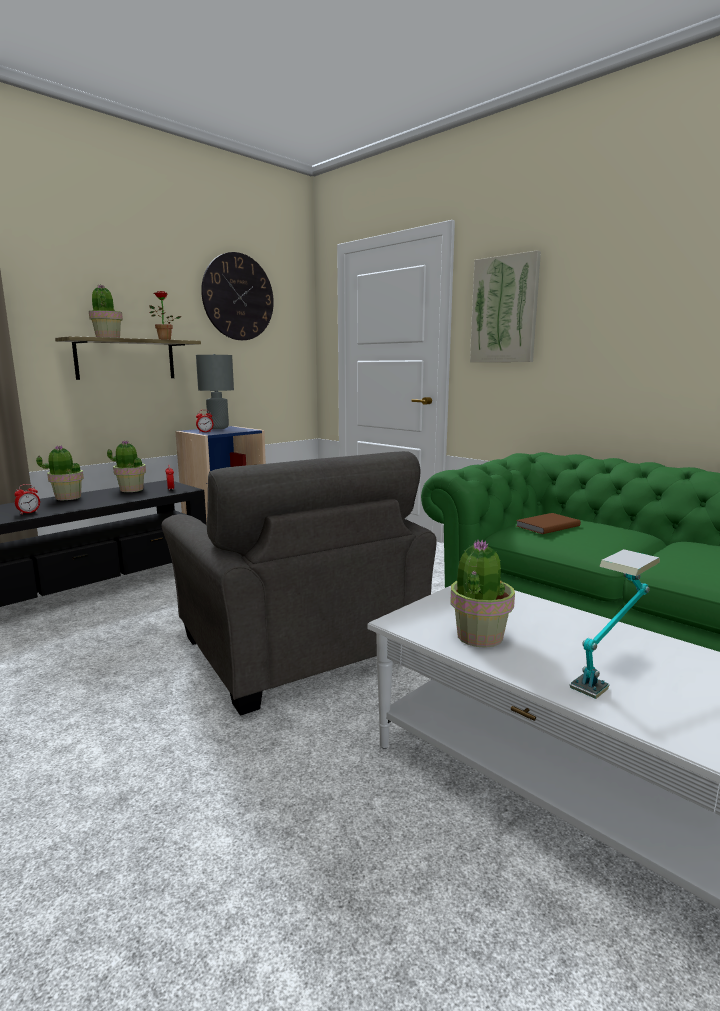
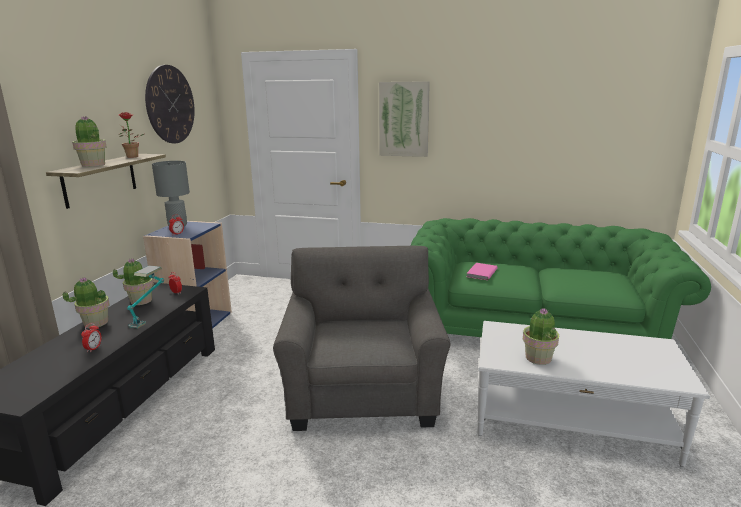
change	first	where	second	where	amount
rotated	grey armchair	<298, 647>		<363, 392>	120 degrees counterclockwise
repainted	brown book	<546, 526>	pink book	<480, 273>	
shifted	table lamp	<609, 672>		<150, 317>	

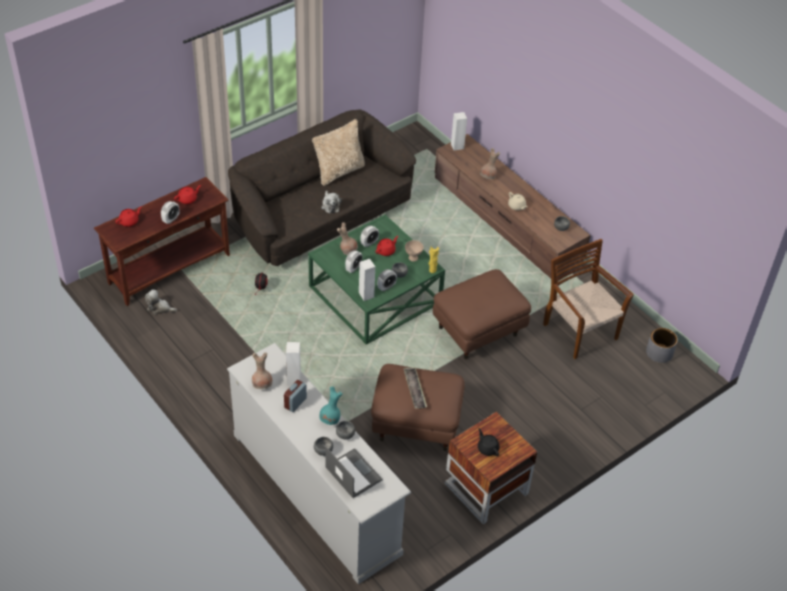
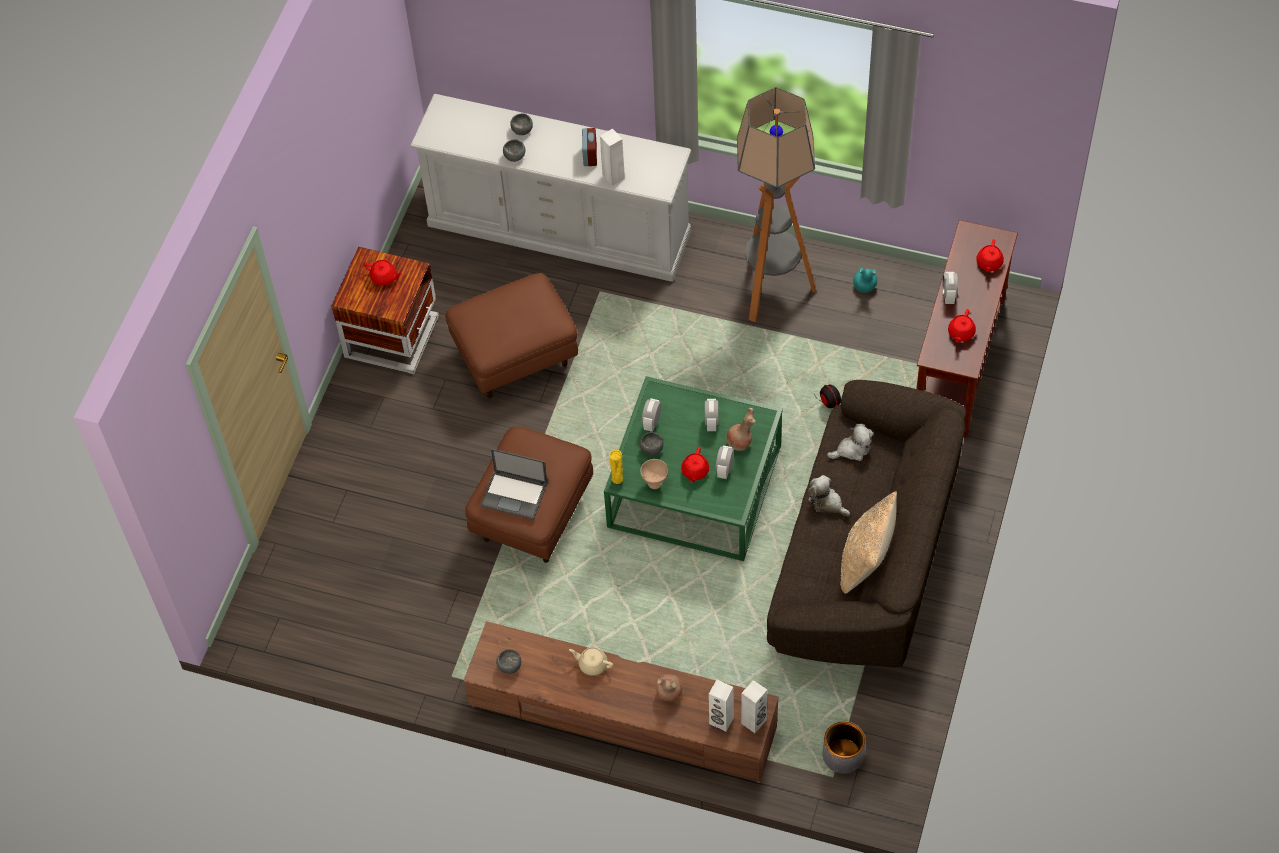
change	first	where	second	where	amount
shifted	plush toy	<159, 308>		<852, 449>	
gone	brown vase	<262, 384>			
shifted	turquoise vase	<330, 419>		<864, 287>	
shifted	laptop	<353, 473>		<515, 494>	
shifted	white speaker	<366, 295>		<721, 721>	
gone	tray	<414, 390>			
repainted	black teapot	<487, 448>	red teapot	<384, 277>	
gone	brown armchair	<580, 331>			
shifted	grey planter	<659, 353>		<842, 755>	
new			floor lamp	<772, 290>	

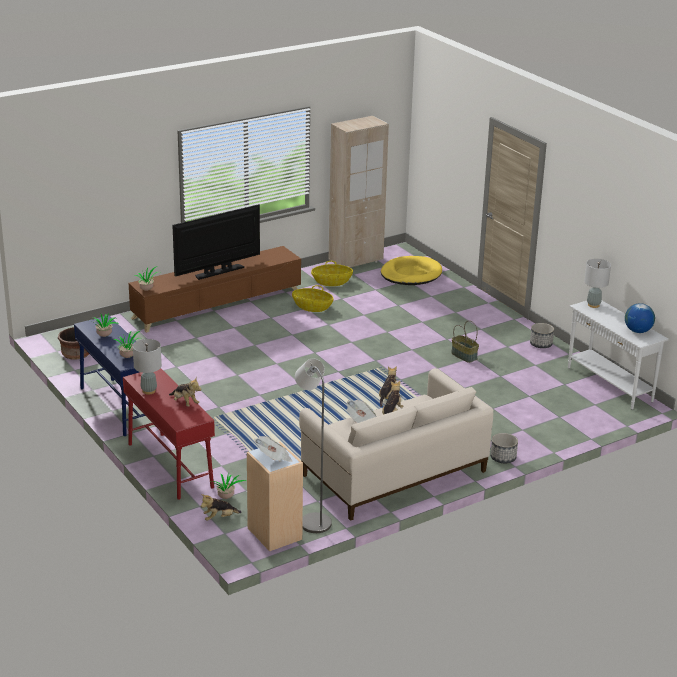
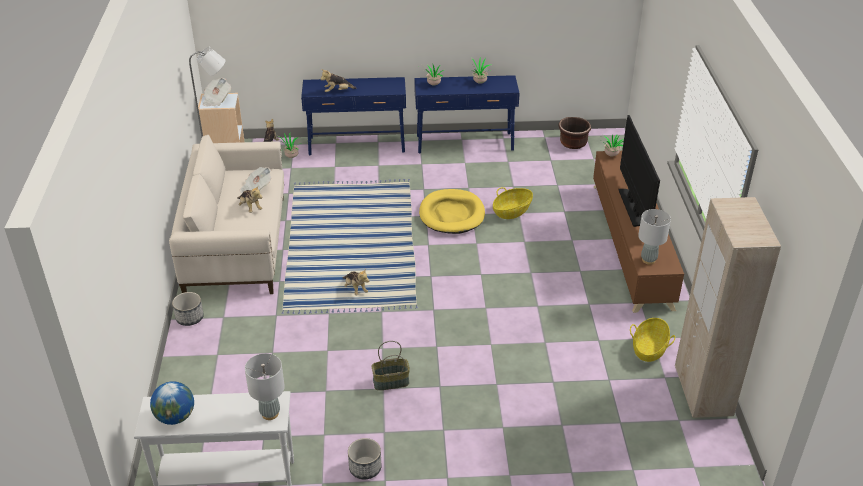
change	first	where	second	where	amount
repainted	red console table	<171, 465>	blue console table	<357, 145>	
shifted	grey table lamp	<149, 391>		<648, 260>	
shifted	basket	<312, 307>		<512, 211>	
shifted	yellow dog bed	<411, 274>		<452, 214>	

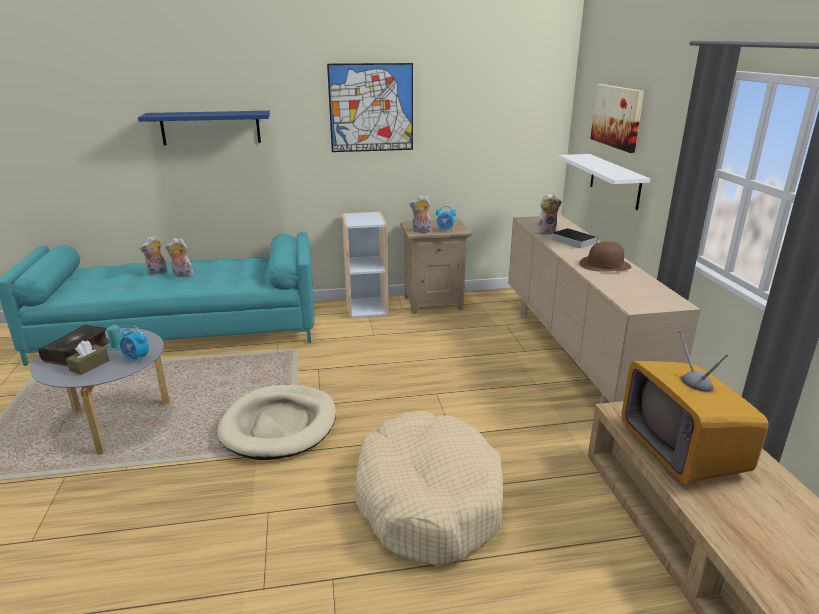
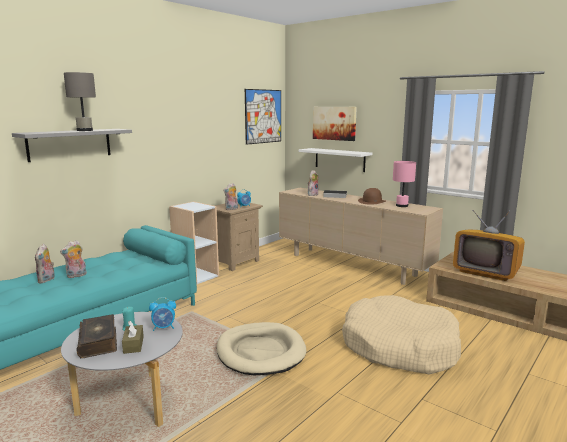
change	first	where	second	where	amount
repainted	blue shelf	<210, 127>	grey shelf	<70, 144>	
shifted	picture	<371, 108>		<263, 116>	
new			grey table lamp	<85, 130>	
new			pink table lamp	<401, 206>	

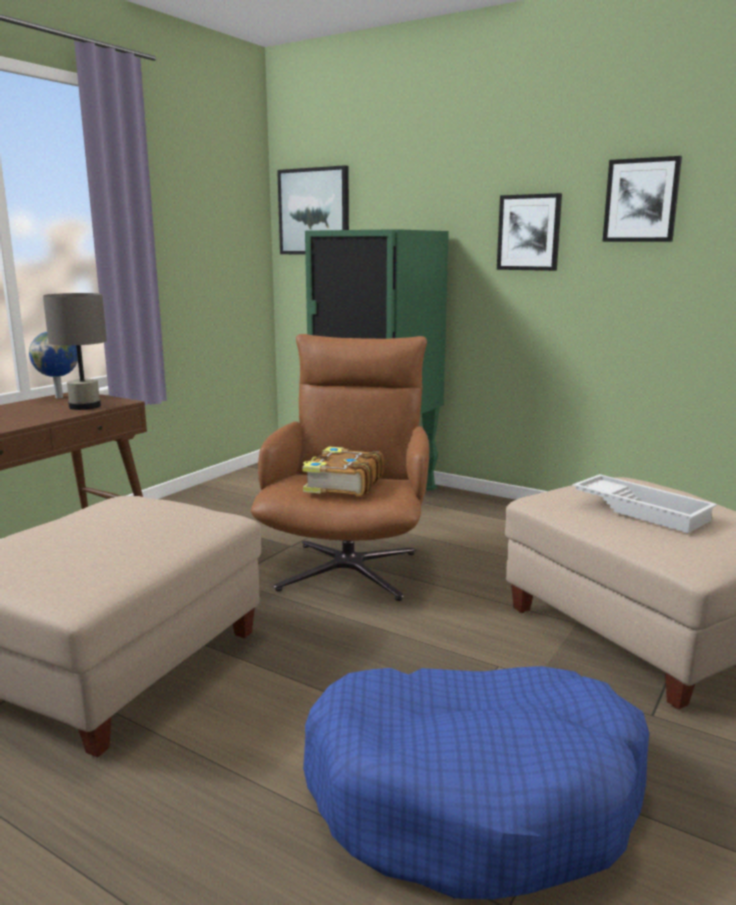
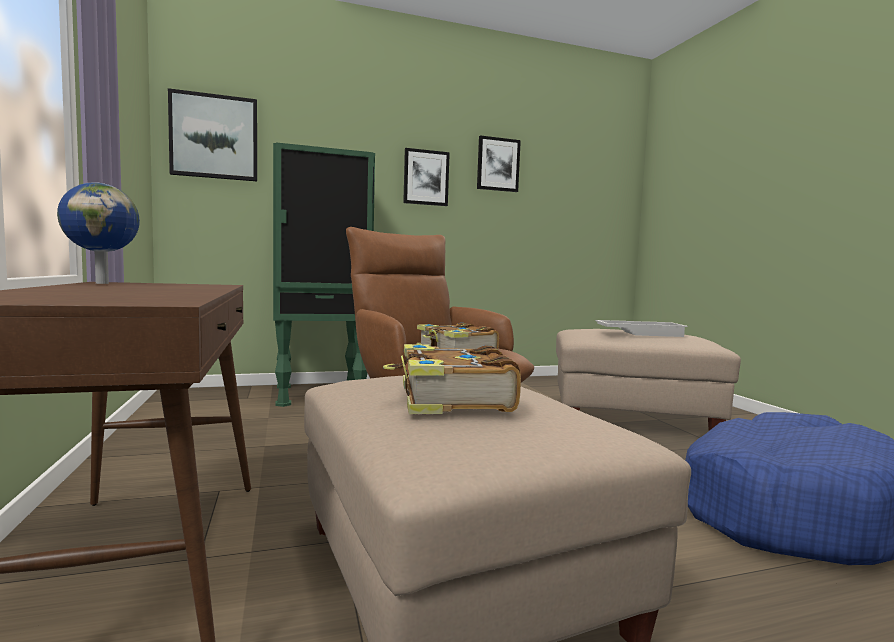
change	first	where	second	where	amount
gone	grey table lamp	<84, 406>			
new			book	<452, 399>	

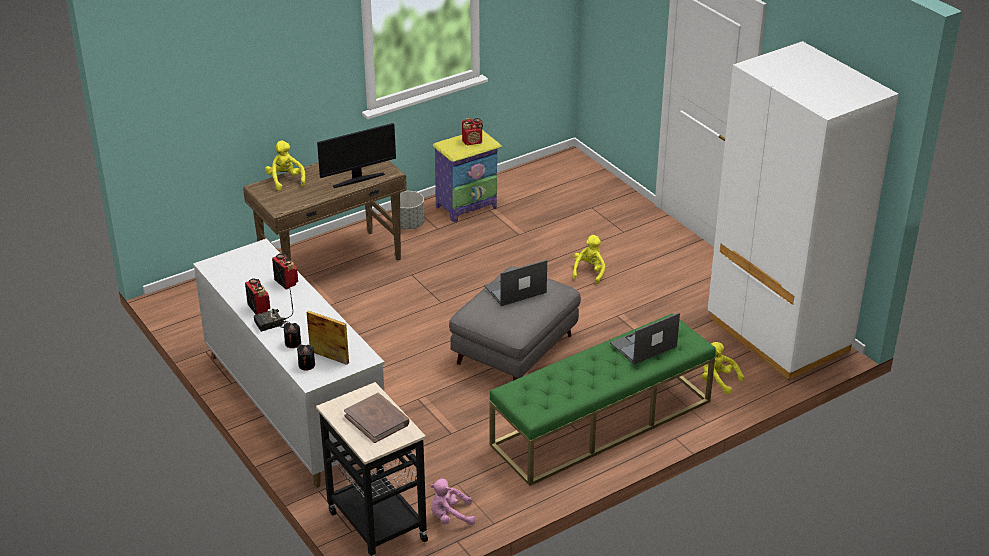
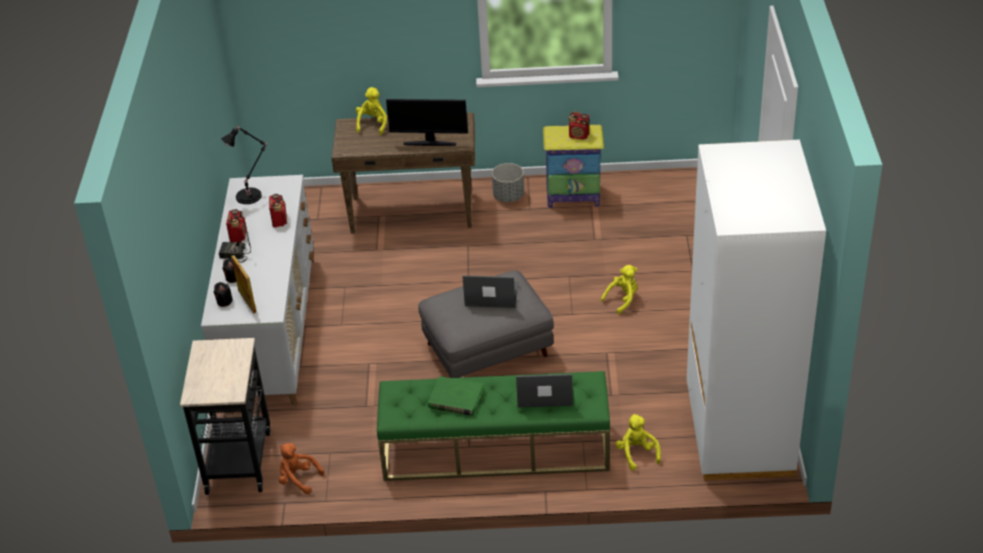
change	first	where	second	where	amount
gone	brown book	<377, 420>			
repainted	pink plush toy	<450, 517>	orange plush toy	<298, 479>	
new			black table lamp	<251, 195>	
new			green book	<456, 399>	

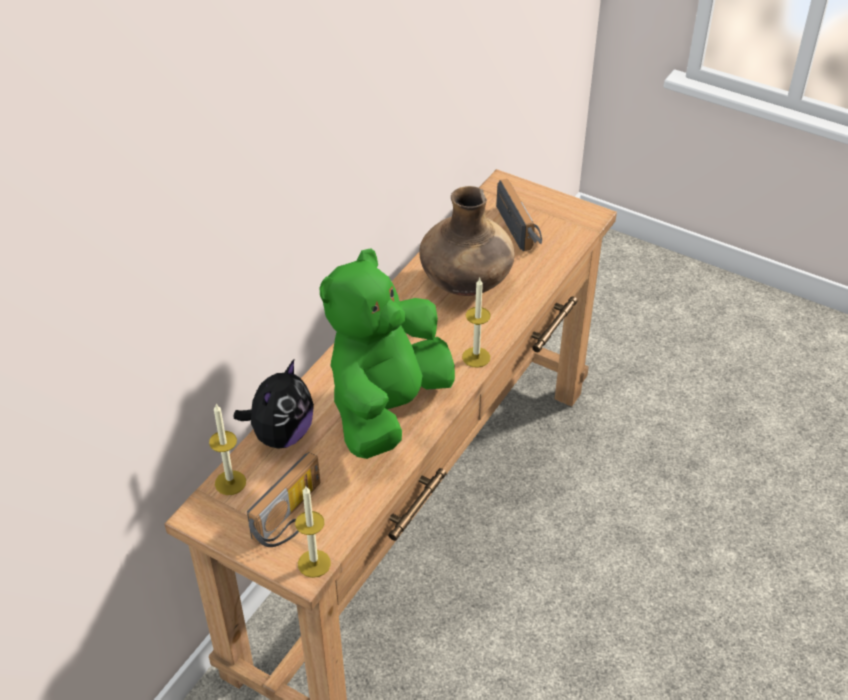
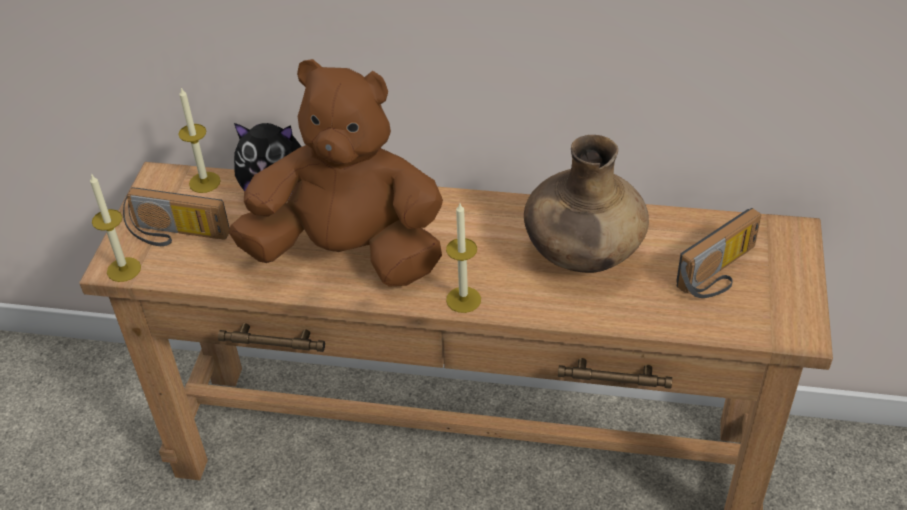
change	first	where	second	where	amount
repainted	green plush toy	<387, 407>	brown plush toy	<349, 253>	

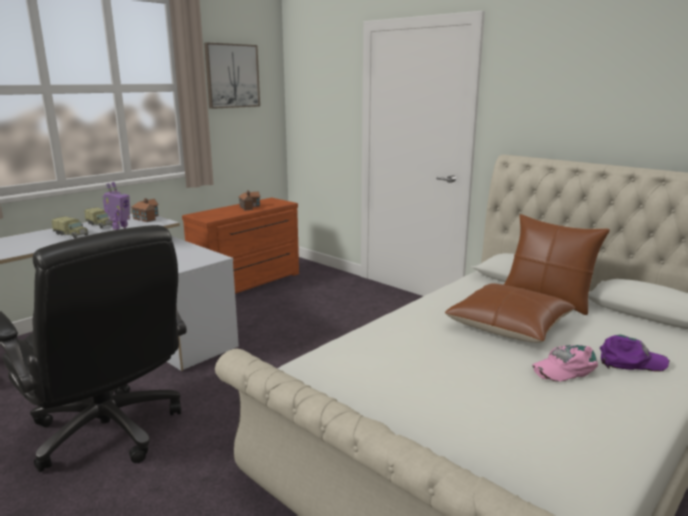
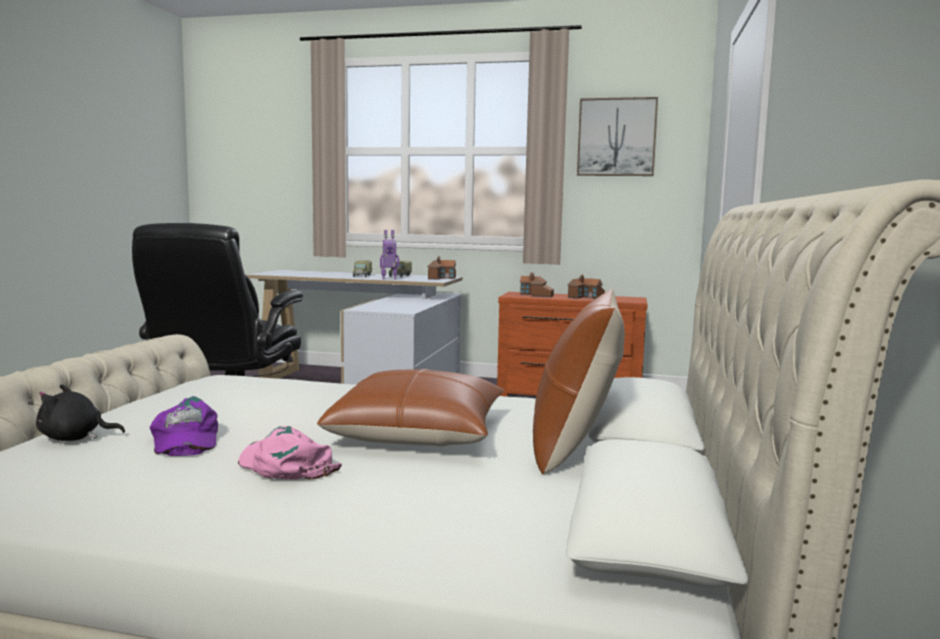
change	first	where	second	where	amount
shifted	purple cap	<631, 361>		<184, 439>	
new			black plush toy	<75, 438>	
new			toy house	<536, 295>	

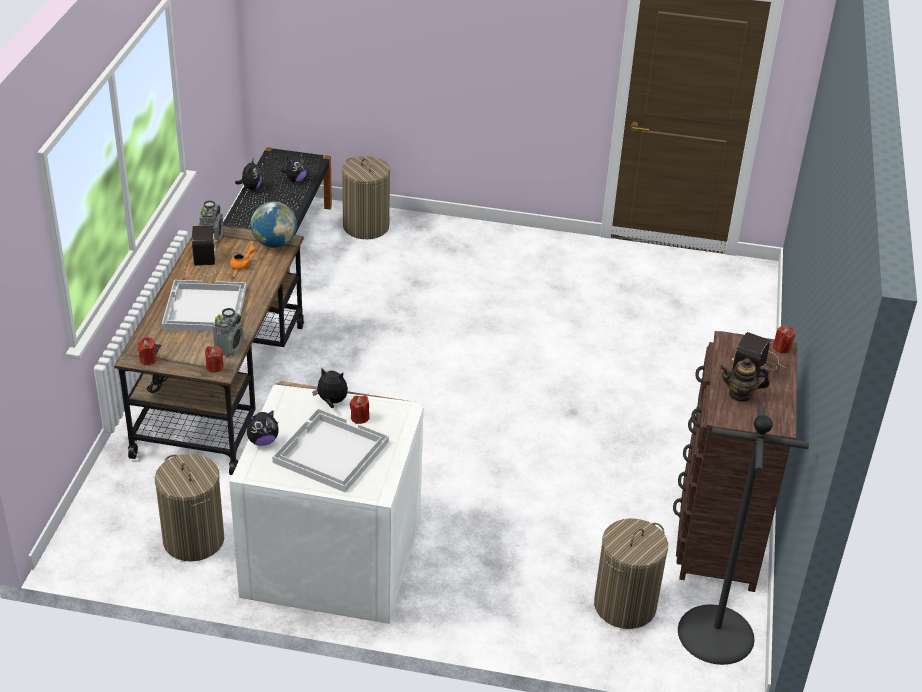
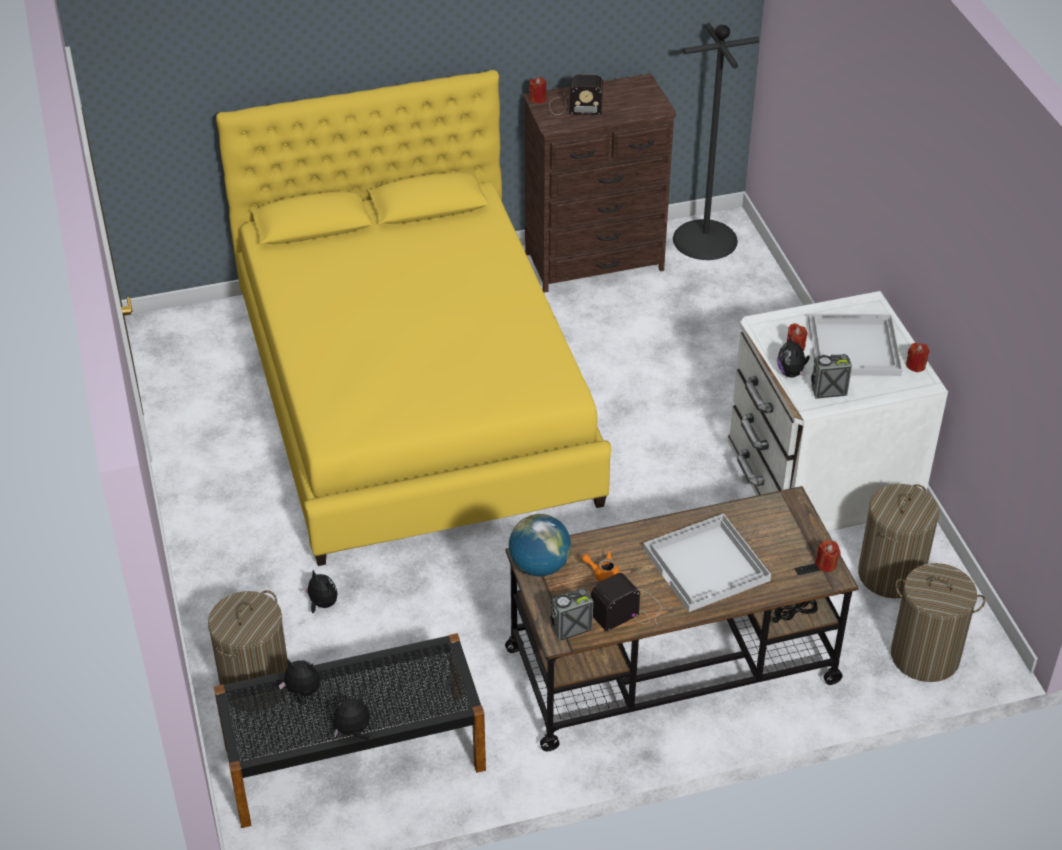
change	first	where	second	where	amount
shifted	red candle	<214, 367>		<916, 366>	
shifted	radio	<229, 347>		<827, 390>	
shifted	plush toy	<262, 441>		<322, 604>	
shifted	laundry basket	<624, 605>		<925, 656>	
gone	teapot	<740, 395>			
new			yellow bed	<414, 397>	

